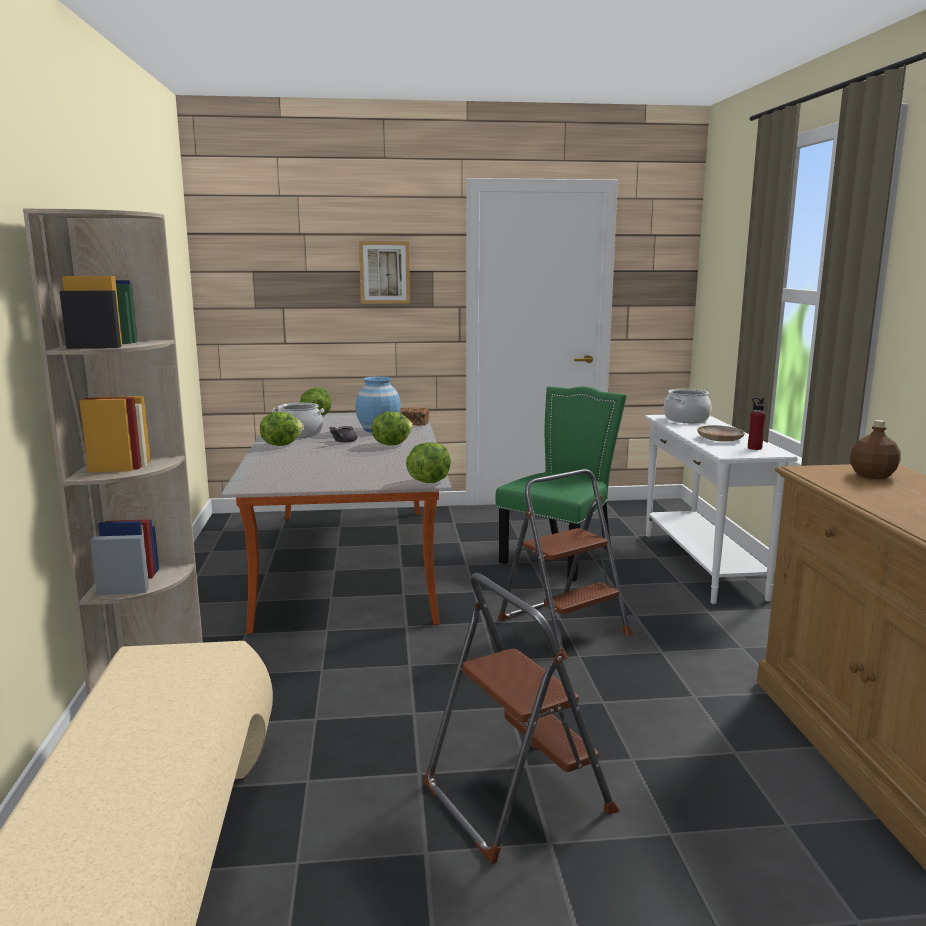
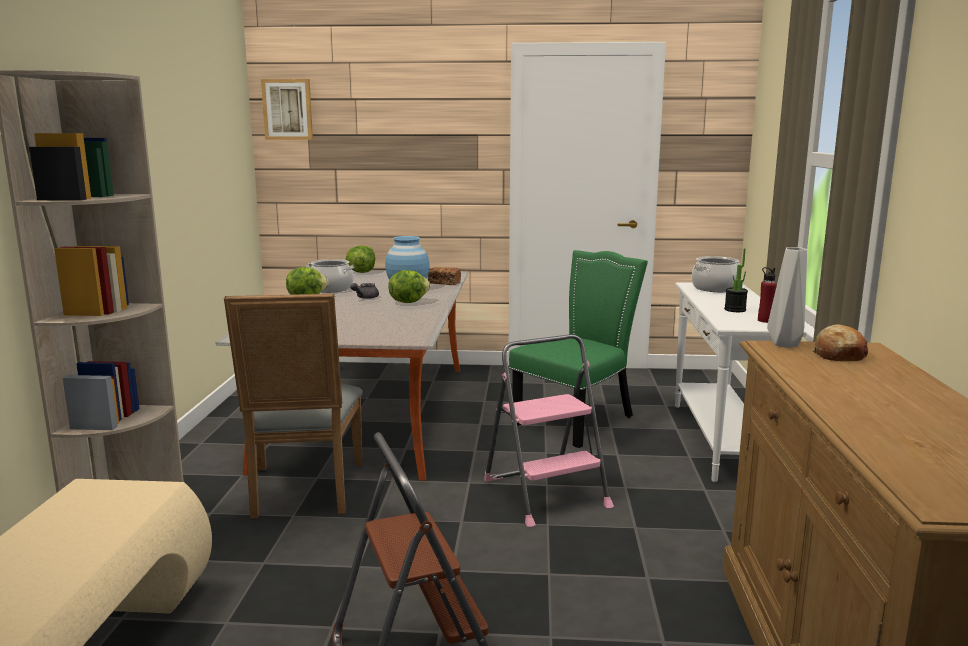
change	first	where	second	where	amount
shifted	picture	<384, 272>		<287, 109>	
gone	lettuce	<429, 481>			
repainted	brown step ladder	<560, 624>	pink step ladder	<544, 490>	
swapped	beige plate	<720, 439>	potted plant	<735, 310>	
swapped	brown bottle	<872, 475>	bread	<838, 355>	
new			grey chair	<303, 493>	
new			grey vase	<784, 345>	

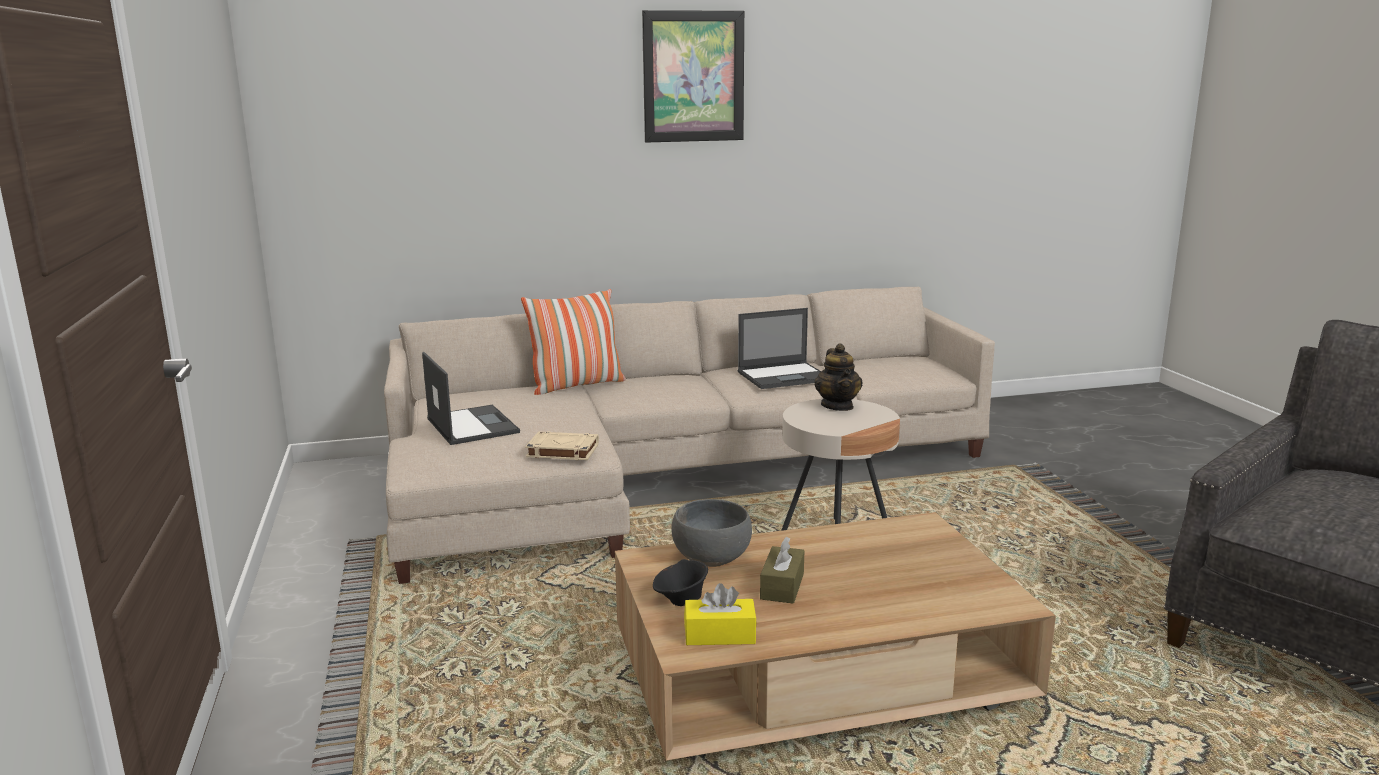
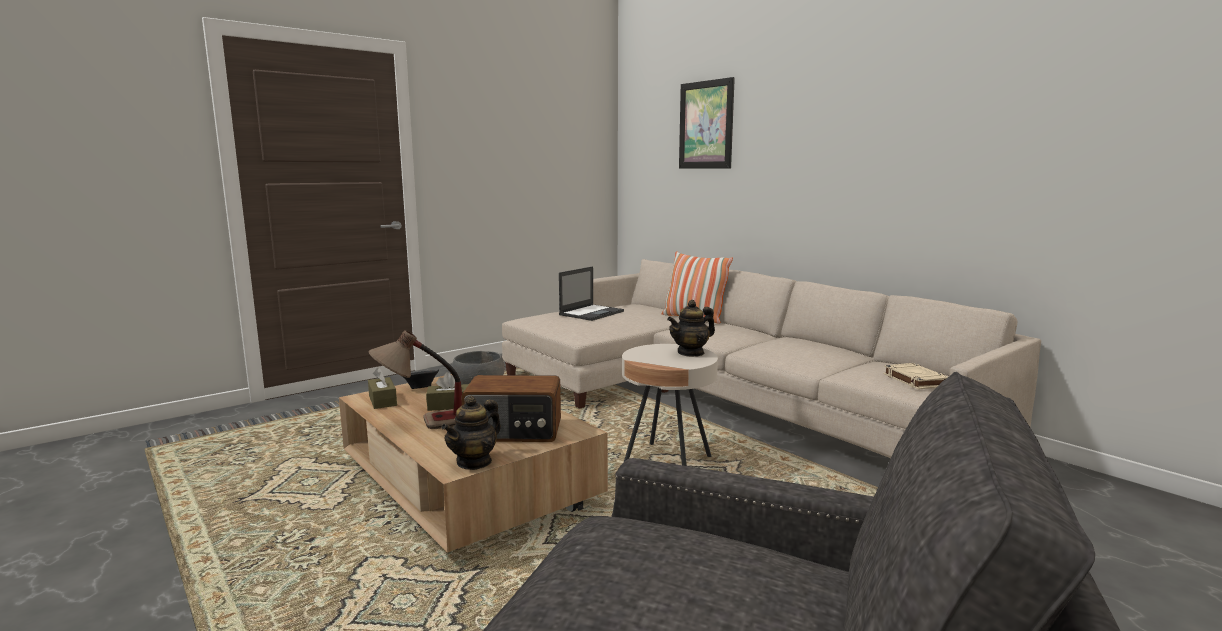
change	first	where	second	where	amount
shifted	beige book	<562, 451>		<914, 380>	
shifted	picture	<693, 77>		<706, 125>	
repainted	yellow tissue box	<720, 635>	brown tissue box	<382, 401>	
gone	laptop	<784, 376>			
new			table lamp	<421, 424>	
new			teapot	<474, 462>	
new			radio	<514, 431>	

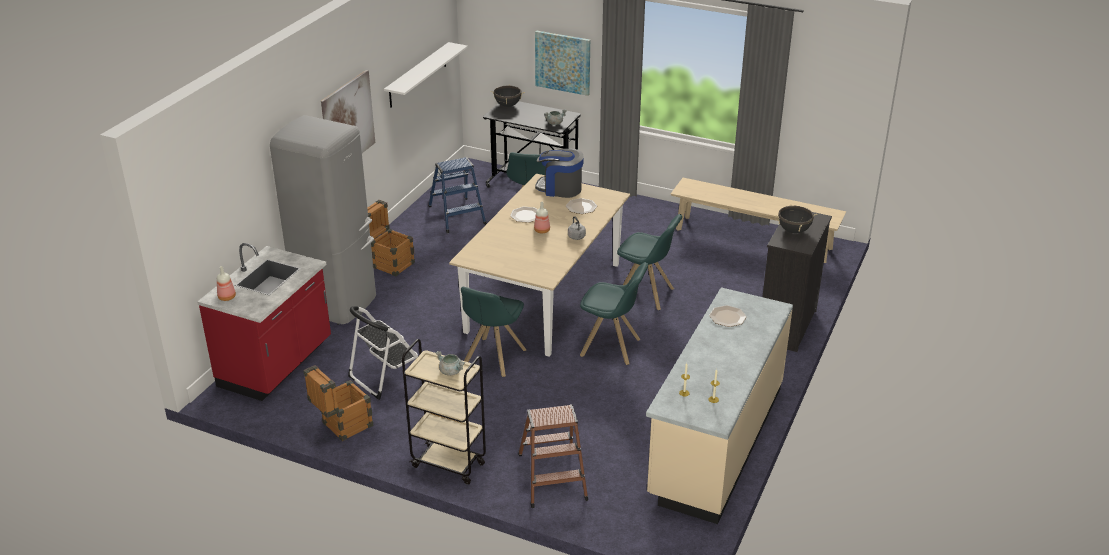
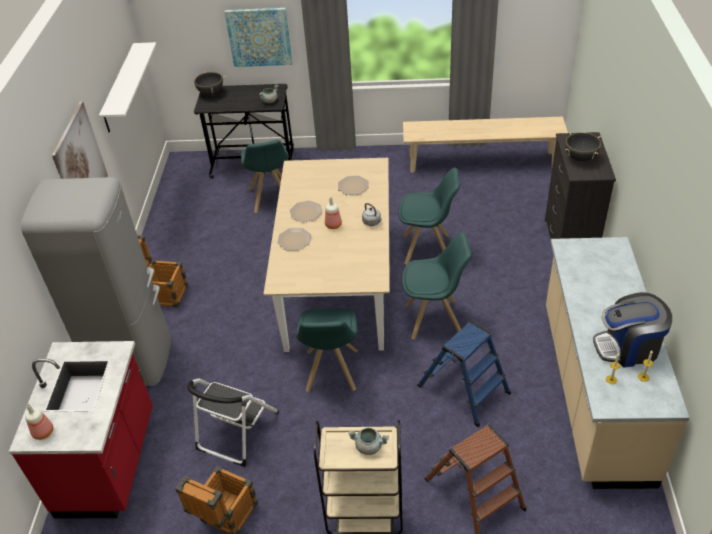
change	first	where	second	where	amount
shifted	blue step ladder	<457, 215>		<463, 389>	
shifted	coffee machine	<560, 188>		<628, 347>	
shifted	plate	<728, 317>		<294, 239>	

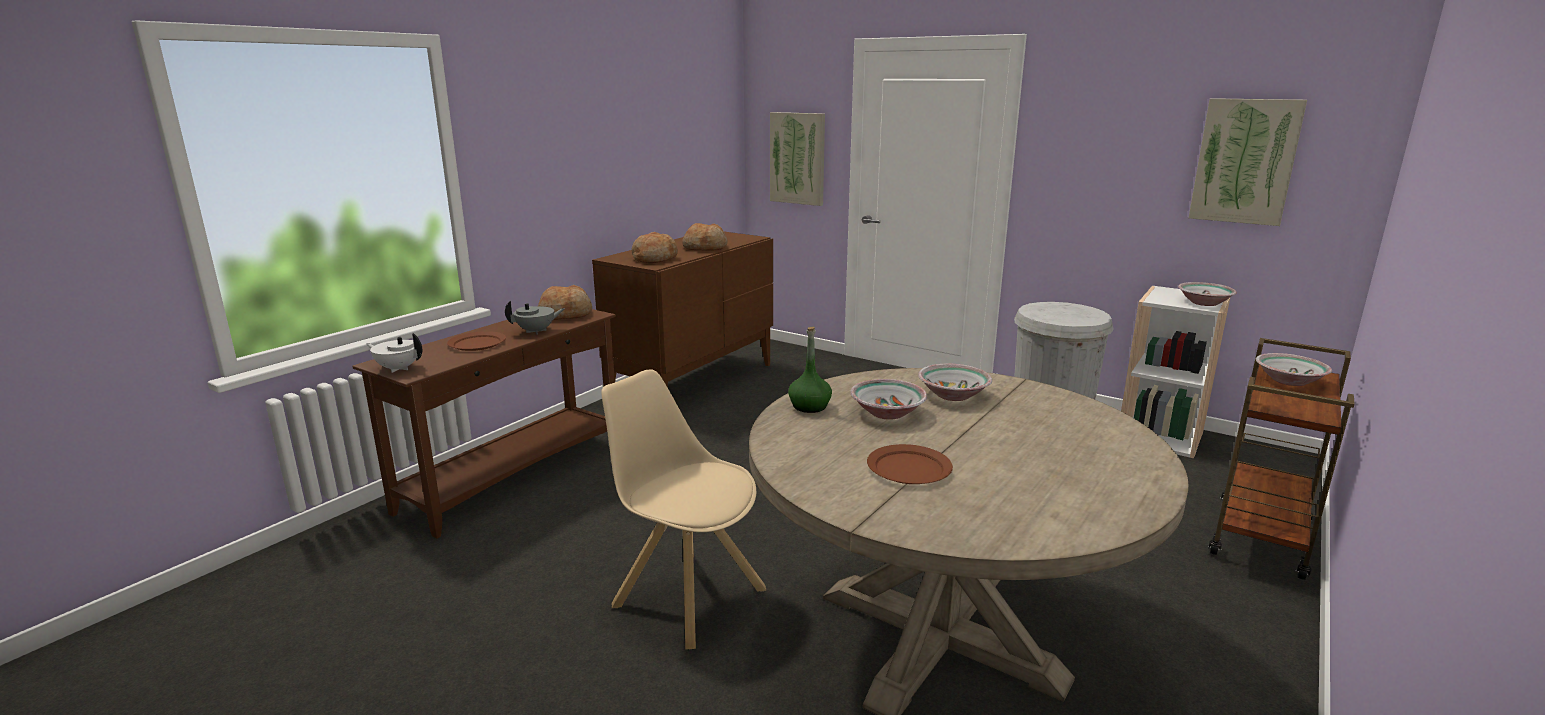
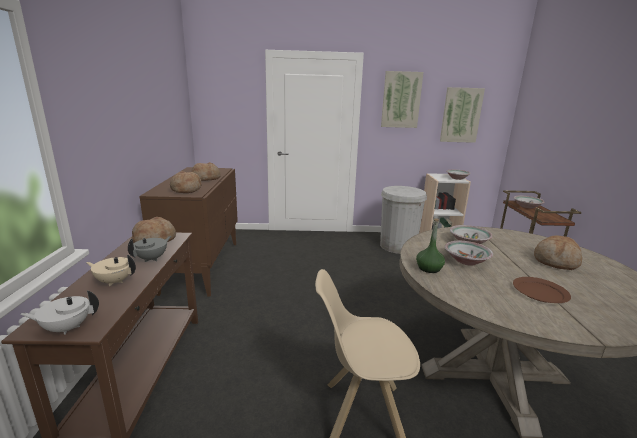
change	first	where	second	where	amount
swapped	brown plate	<477, 343>	beige teapot	<114, 281>	
shifted	picture	<797, 158>		<401, 100>	
new			bread	<556, 261>	

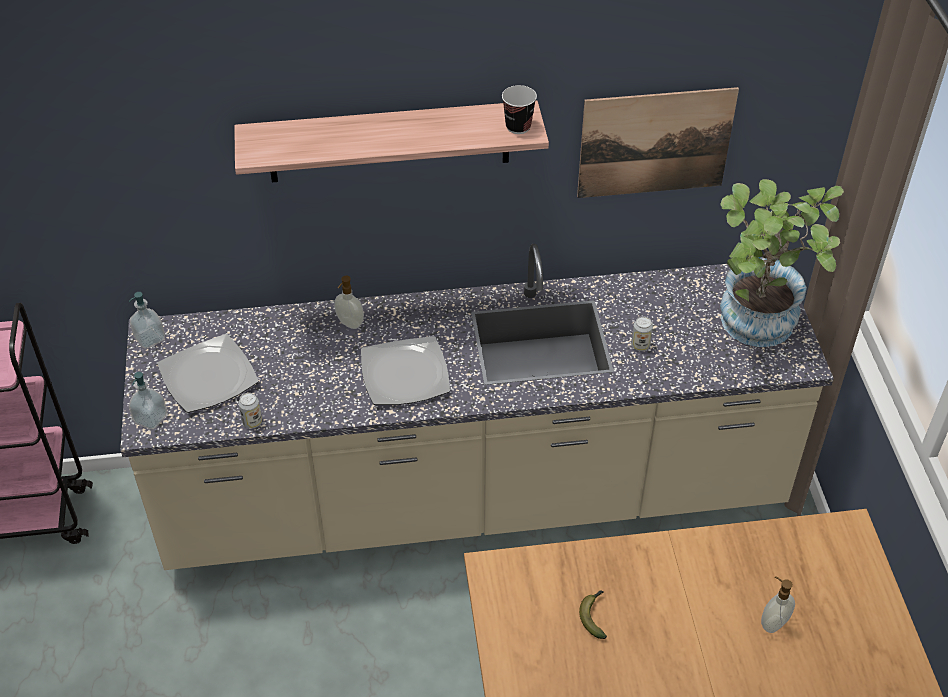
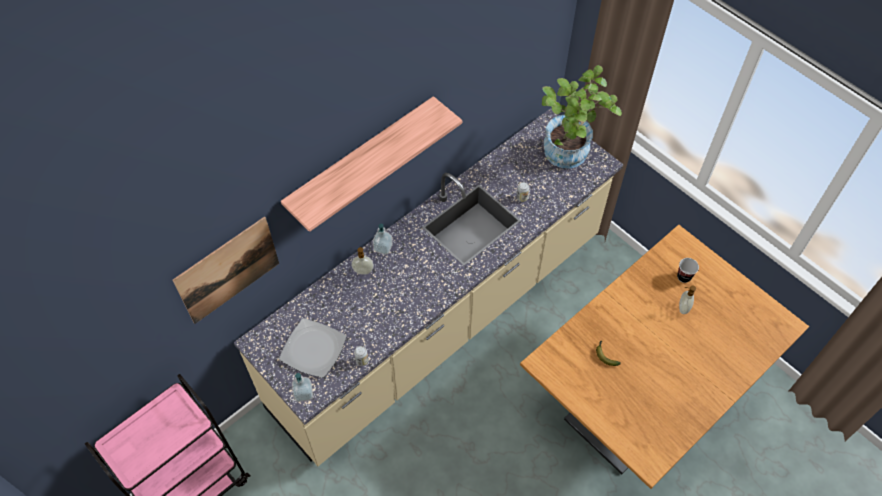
change	first	where	second	where	amount
shifted	soap dispenser	<150, 338>		<383, 247>	
gone	plate	<404, 374>			
shifted	cup	<518, 126>		<684, 277>	
shifted	picture	<655, 143>		<228, 270>	

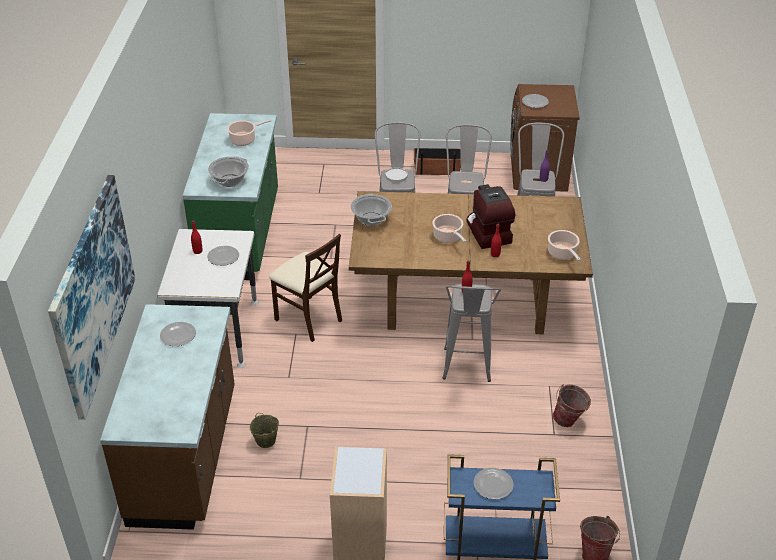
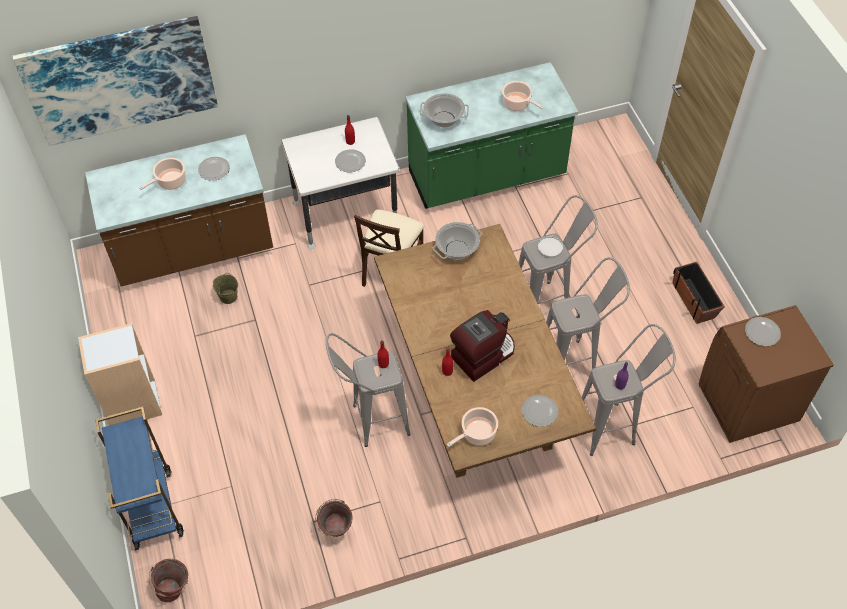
change	first	where	second	where	amount
shifted	cooking pot	<448, 237>		<170, 182>	
shifted	plate	<492, 484>		<540, 411>	

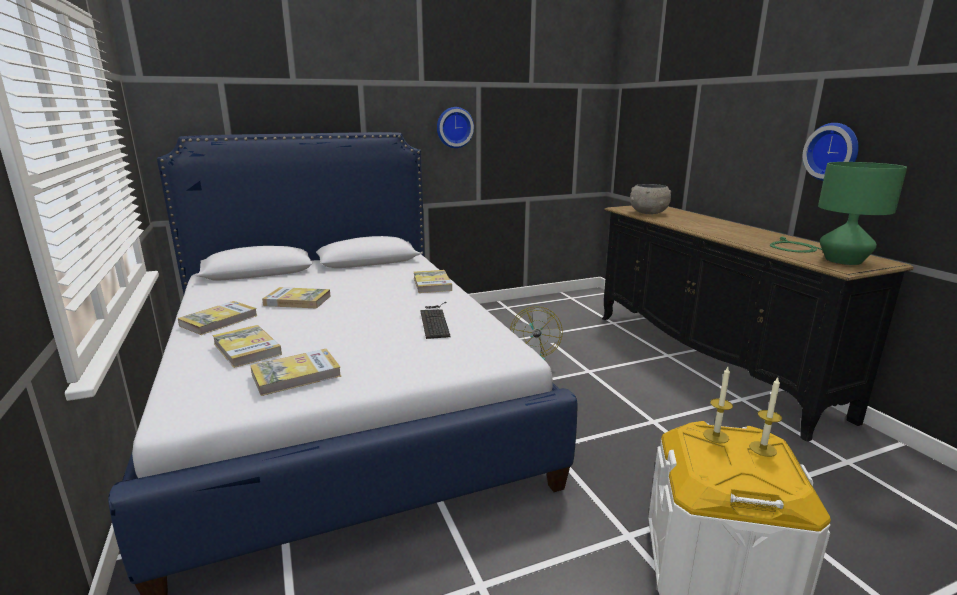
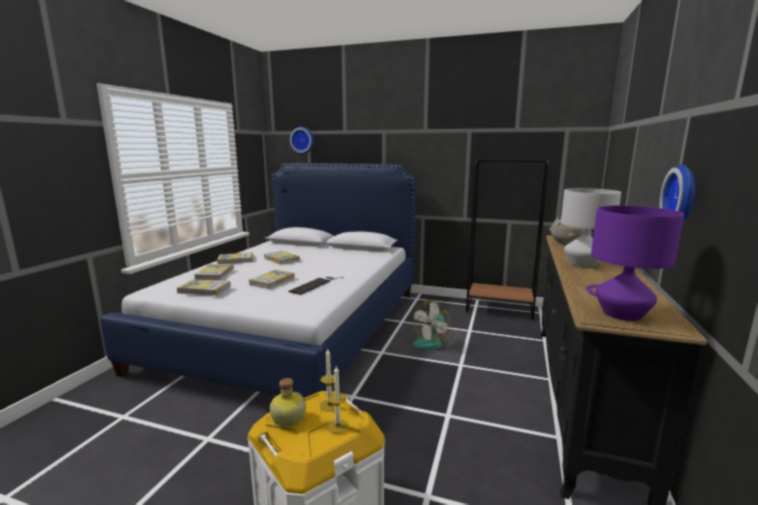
change	first	where	second	where	amount
shifted	book	<432, 284>		<272, 281>	
shifted	wall clock	<454, 127>		<302, 140>	
repainted	green table lamp	<822, 255>	purple table lamp	<618, 305>	
new			bottle	<287, 418>	
new			clothes rack	<499, 310>	
new			grey table lamp	<583, 260>	

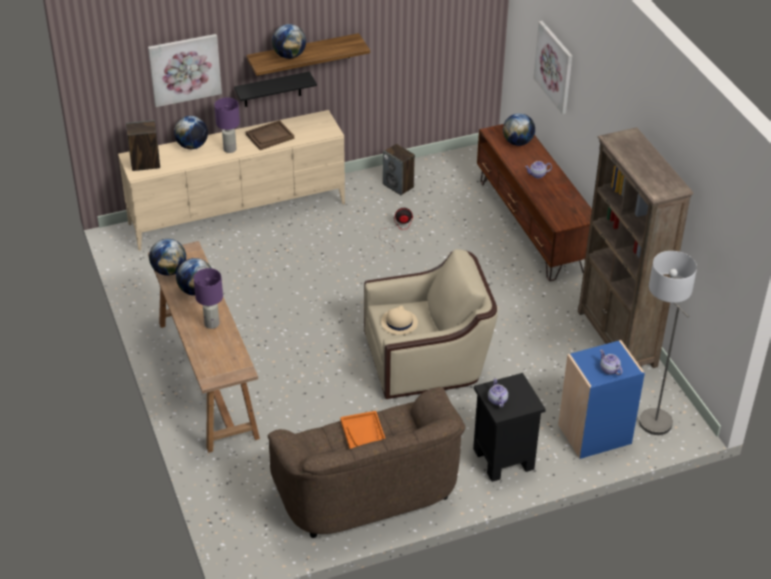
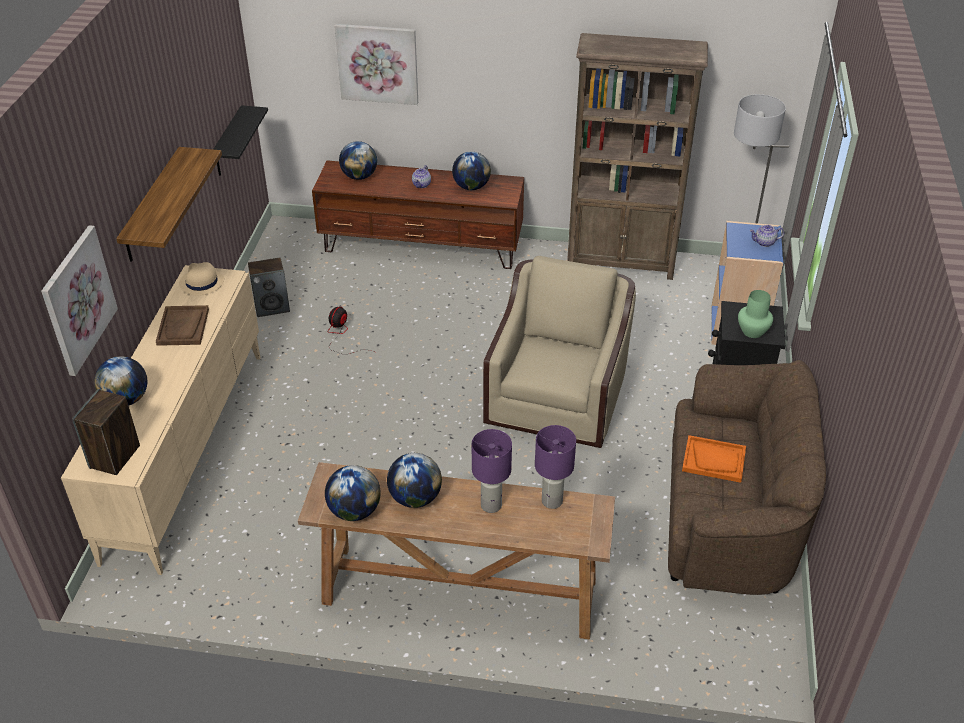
change	first	where	second	where	amount
shifted	purple table lamp	<229, 149>		<552, 501>	
shifted	black shelf	<272, 89>		<228, 142>	
shifted	globe	<289, 55>		<471, 187>	
shifted	beige hat	<399, 322>		<201, 283>	
swapped	teapot	<497, 400>	green vase	<753, 332>	

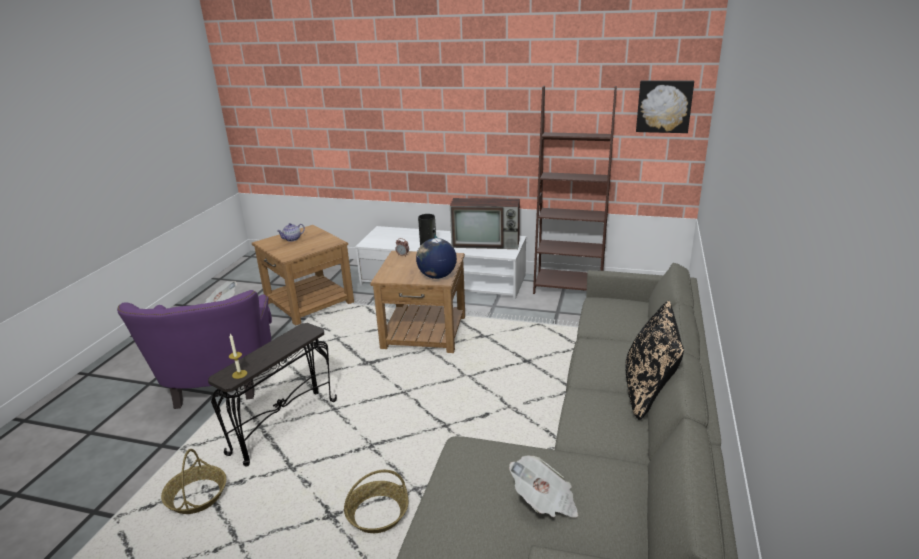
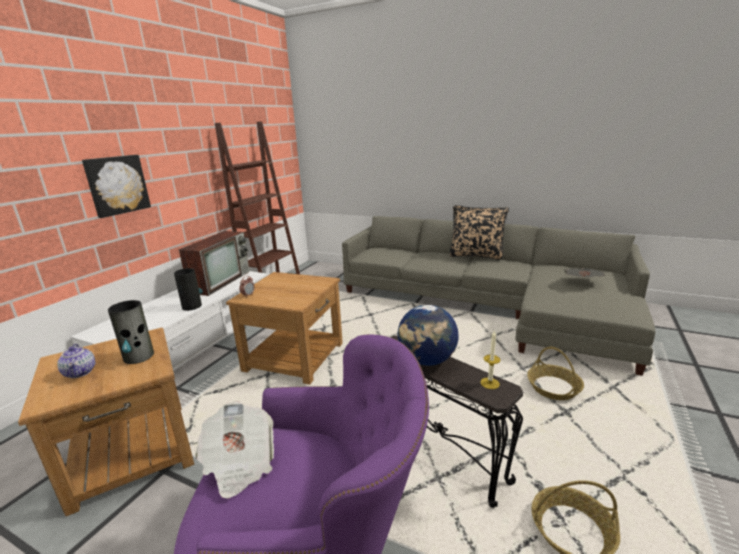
change	first	where	second	where	amount
shifted	globe	<437, 276>		<427, 360>	
shifted	picture	<664, 106>		<117, 185>	
new			vase	<139, 356>	

